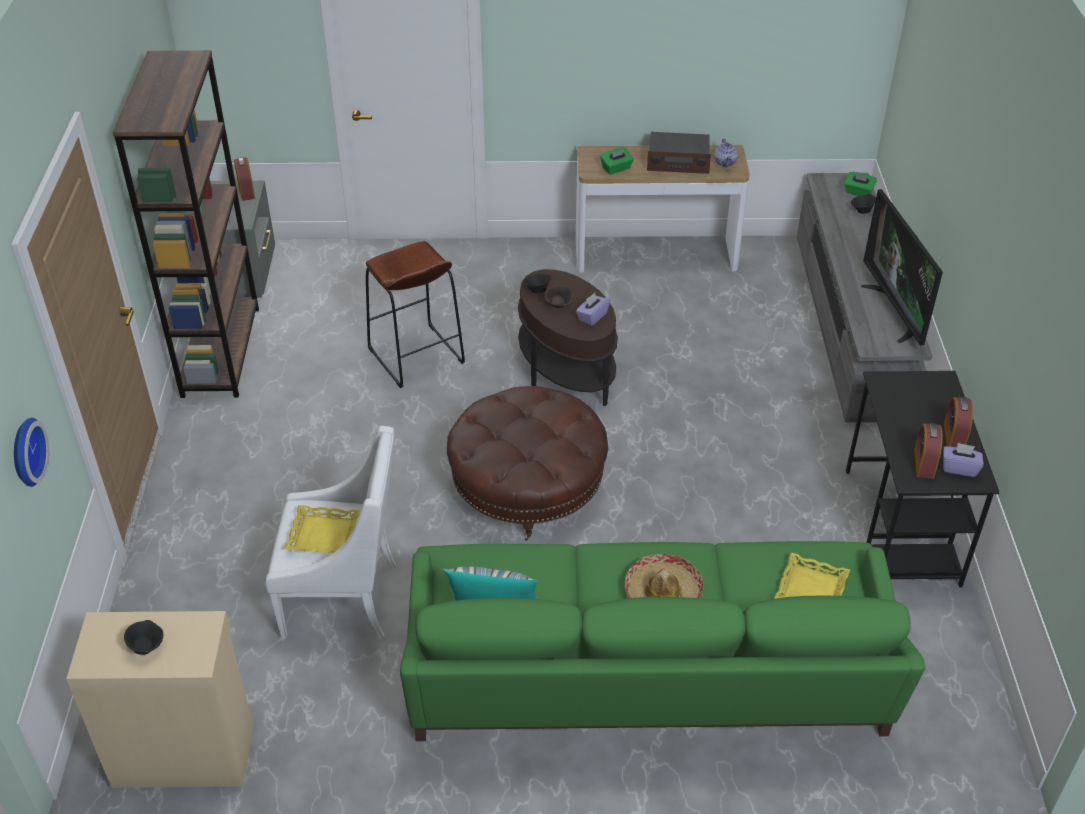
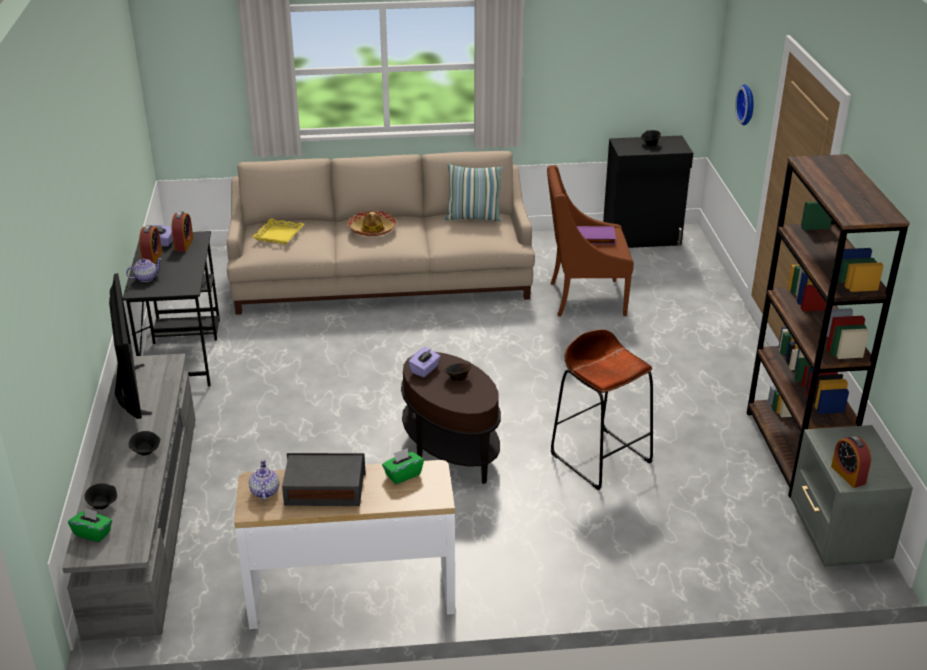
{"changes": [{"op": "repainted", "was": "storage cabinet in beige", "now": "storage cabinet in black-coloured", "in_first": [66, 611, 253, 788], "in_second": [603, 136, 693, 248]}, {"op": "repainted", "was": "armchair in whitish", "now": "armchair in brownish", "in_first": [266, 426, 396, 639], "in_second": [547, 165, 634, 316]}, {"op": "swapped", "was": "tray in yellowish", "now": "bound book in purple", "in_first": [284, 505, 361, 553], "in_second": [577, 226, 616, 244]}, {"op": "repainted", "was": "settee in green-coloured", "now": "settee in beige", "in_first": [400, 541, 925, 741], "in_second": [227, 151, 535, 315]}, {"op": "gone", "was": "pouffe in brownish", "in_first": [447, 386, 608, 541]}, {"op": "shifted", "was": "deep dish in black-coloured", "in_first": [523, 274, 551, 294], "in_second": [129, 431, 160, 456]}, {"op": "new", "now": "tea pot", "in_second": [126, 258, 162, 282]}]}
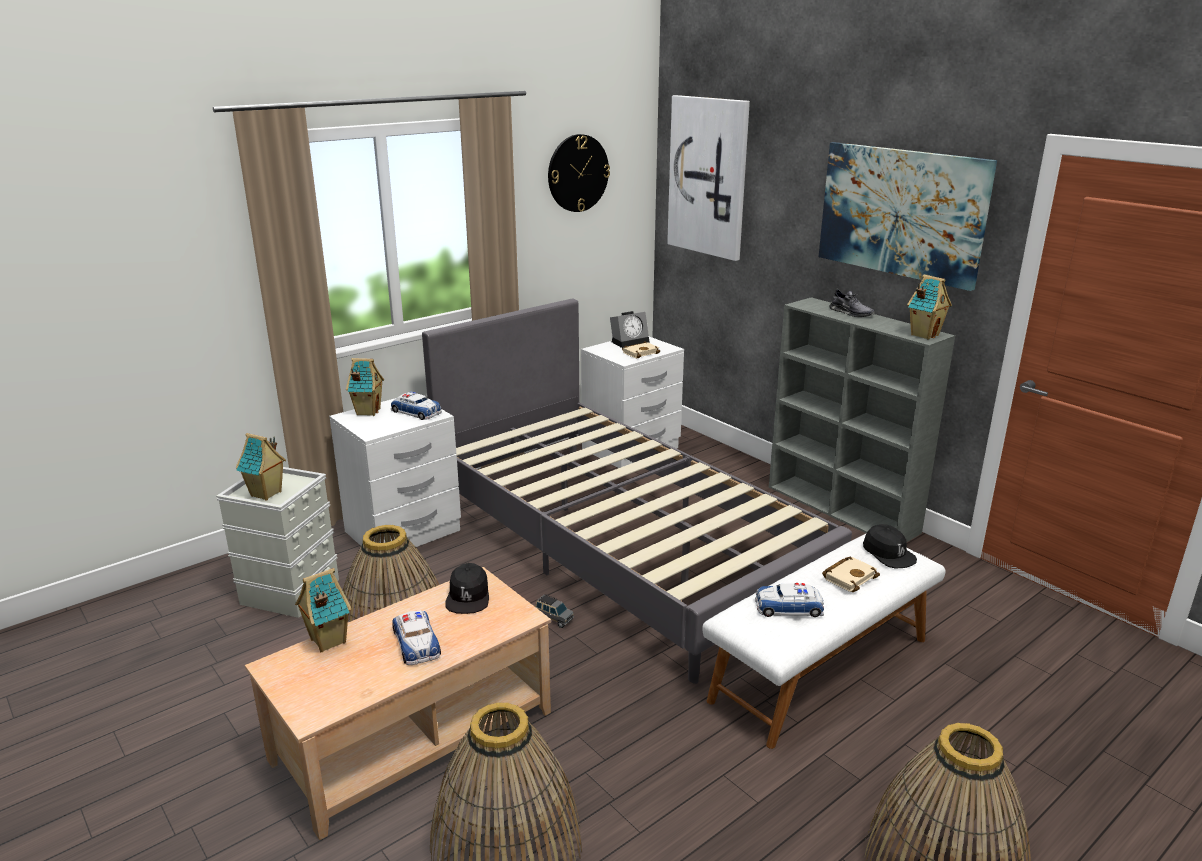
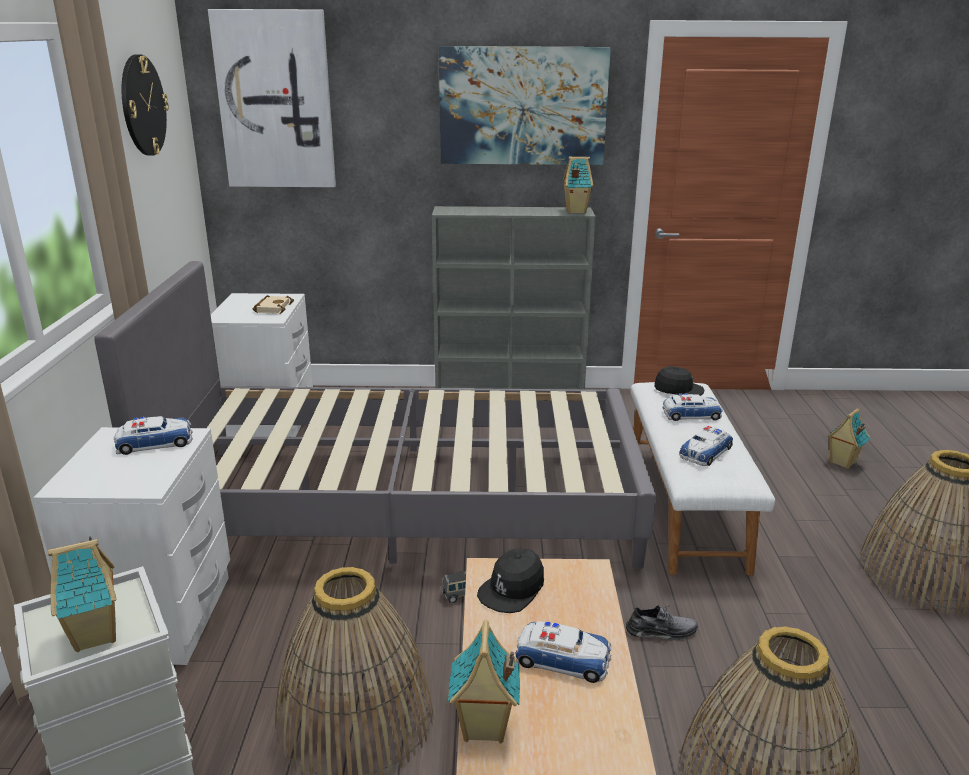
{"changes": [{"op": "shifted", "was": "toy house", "in_first": [346, 358, 384, 416], "in_second": [827, 408, 870, 469]}, {"op": "rotated", "was": "baseball cap in black-coloured", "in_first": [445, 563, 489, 614], "in_second": [477, 548, 544, 613], "clockwise": 90}, {"op": "gone", "was": "bedside clock", "in_first": [610, 311, 650, 348]}, {"op": "swapped", "was": "bound book in beige", "now": "toy car", "in_first": [822, 557, 880, 592], "in_second": [662, 393, 723, 421]}, {"op": "shifted", "was": "item of footwear in gray", "in_first": [829, 288, 875, 317], "in_second": [626, 605, 698, 640]}]}
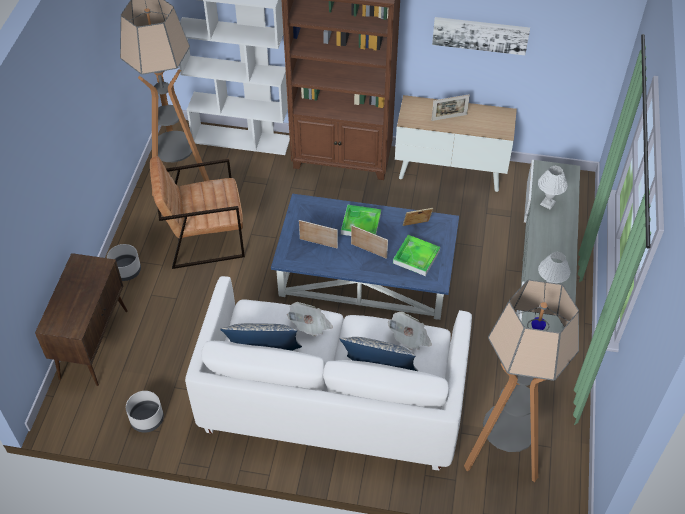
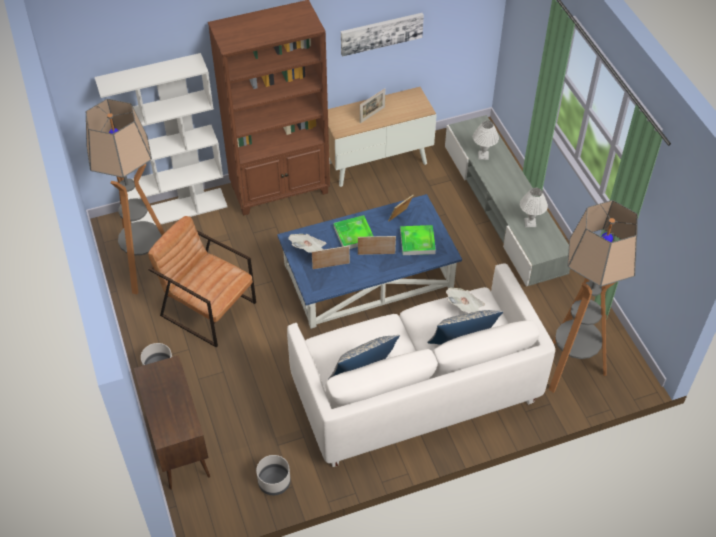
{"changes": [{"op": "rotated", "was": "armchair in brownish", "in_first": [150, 156, 245, 269], "in_second": [148, 216, 256, 347], "clockwise": 75}, {"op": "shifted", "was": "newspaper", "in_first": [287, 302, 333, 336], "in_second": [288, 234, 326, 253]}]}
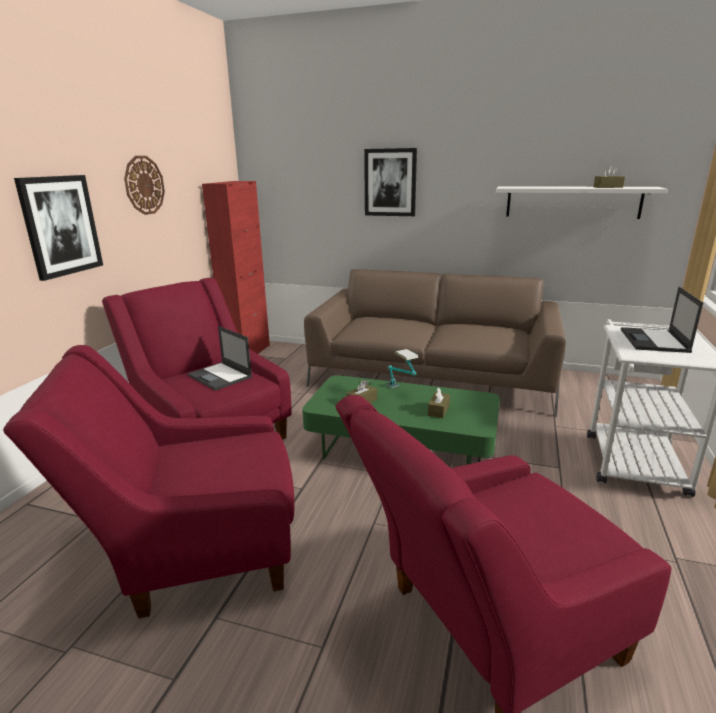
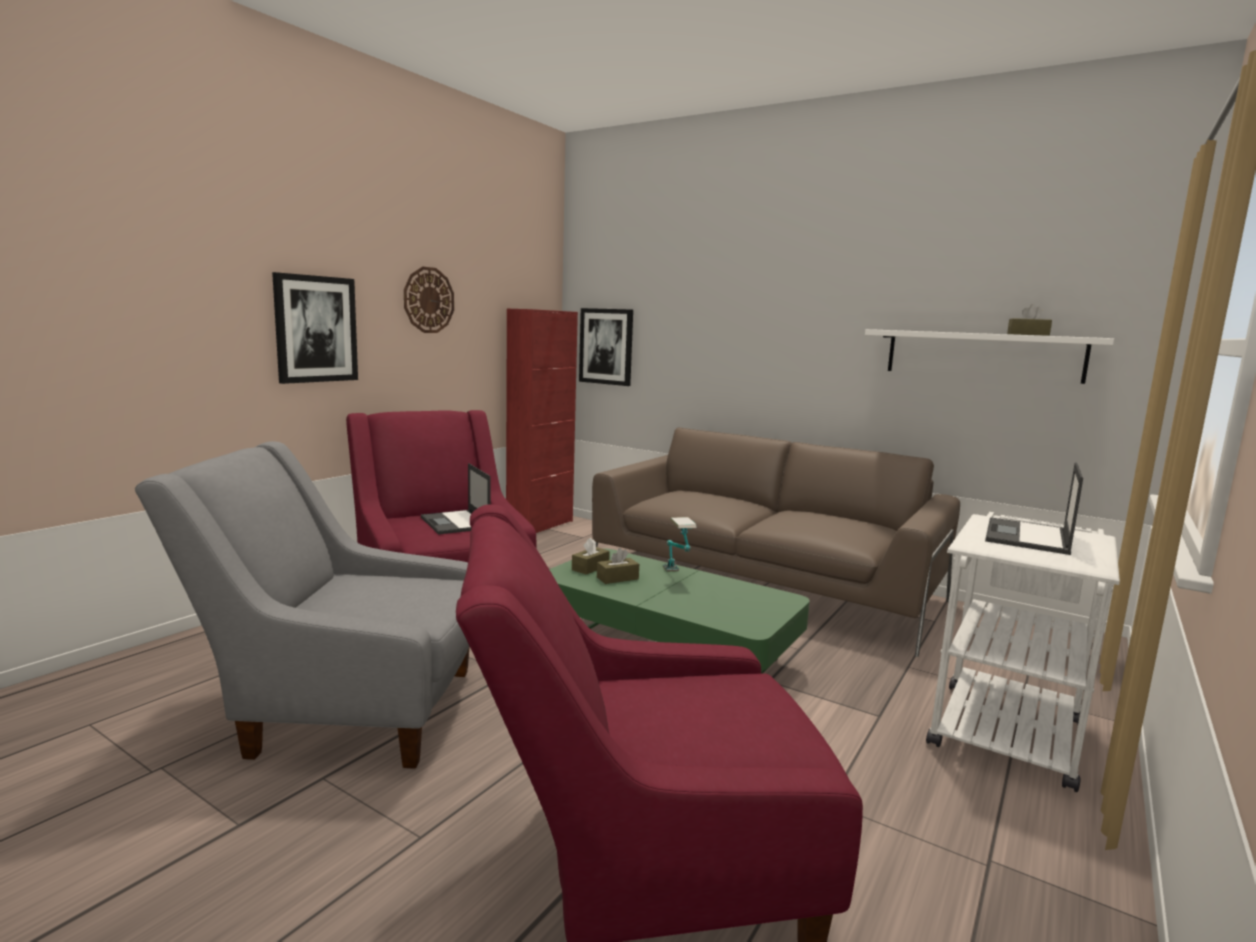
{"changes": [{"op": "repainted", "was": "armchair in reddish", "now": "armchair in gray", "in_first": [3, 345, 294, 618], "in_second": [135, 441, 470, 769]}, {"op": "shifted", "was": "wall picture", "in_first": [364, 148, 417, 216], "in_second": [579, 308, 633, 386]}, {"op": "shifted", "was": "tissue holder in brownish", "in_first": [428, 387, 450, 418], "in_second": [572, 538, 610, 575]}]}
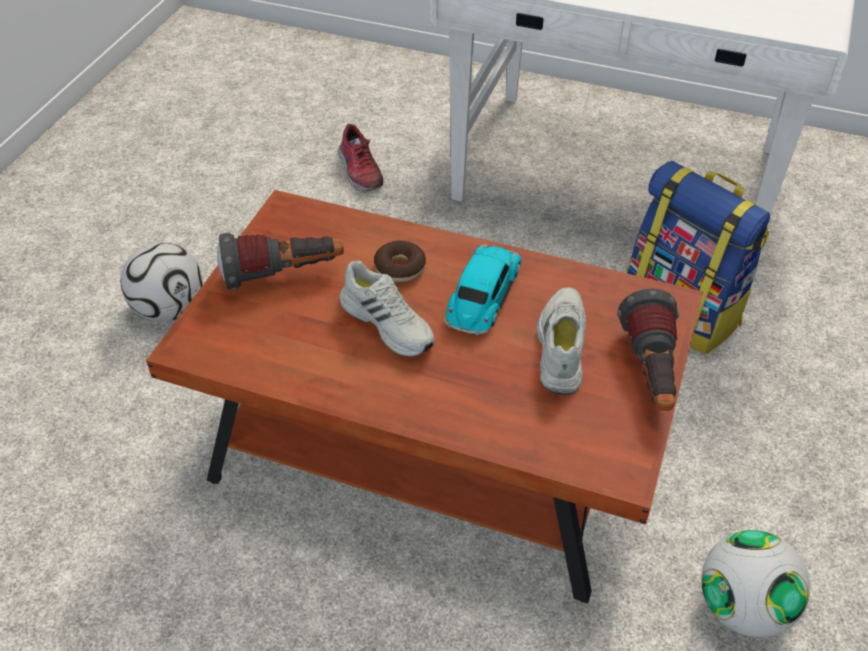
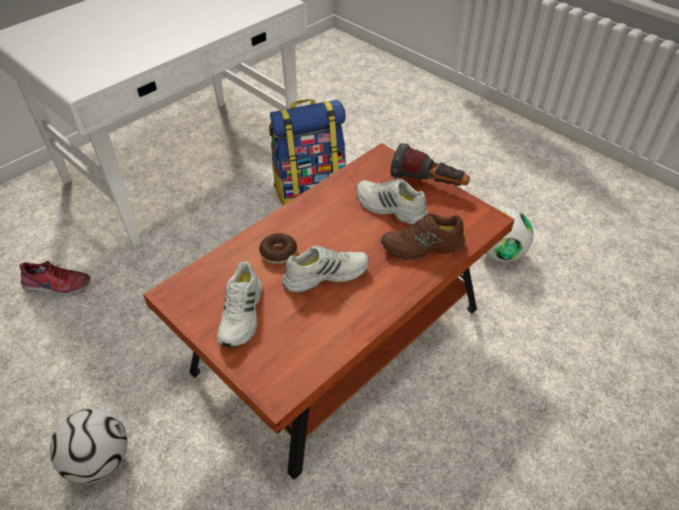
{"changes": [{"op": "swapped", "was": "flashlight", "now": "item of footwear in whitish", "in_first": [217, 232, 344, 290], "in_second": [217, 262, 262, 347]}, {"op": "gone", "was": "toy car", "in_first": [444, 244, 522, 335]}, {"op": "new", "now": "item of footwear in brownish", "in_second": [381, 213, 465, 260]}]}
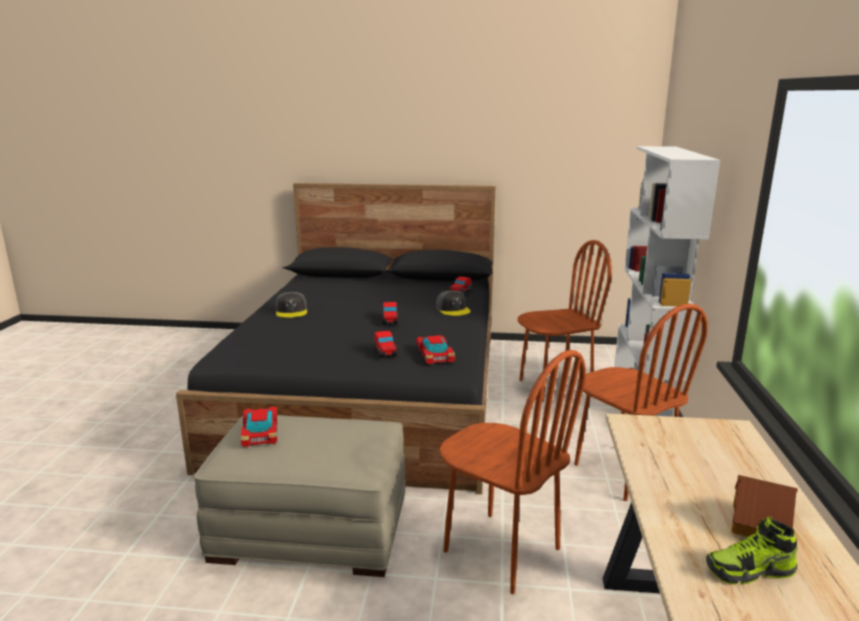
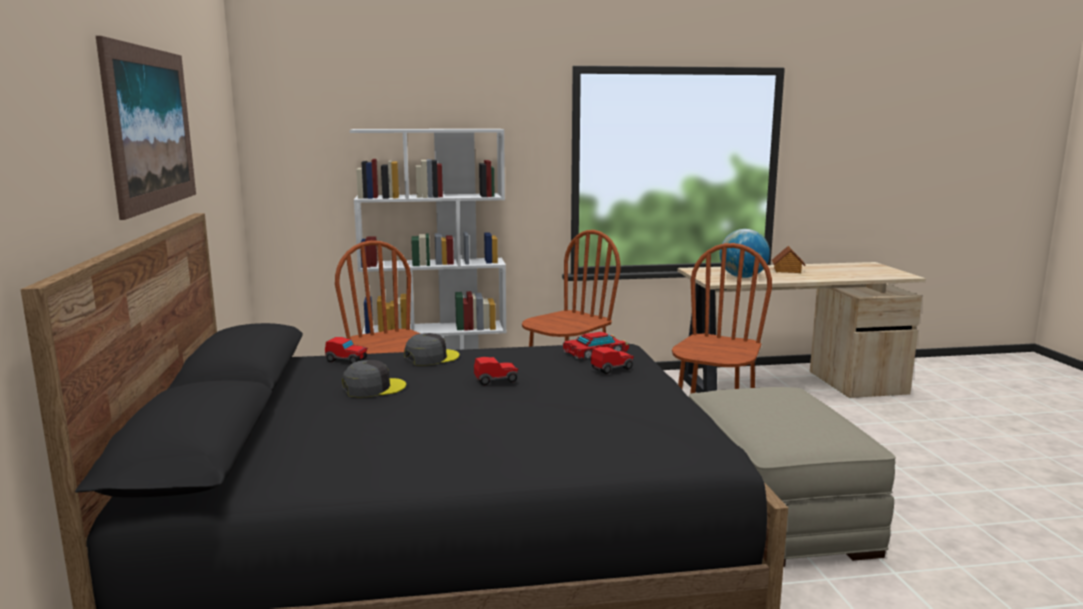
{"changes": [{"op": "gone", "was": "toy car", "in_first": [241, 406, 277, 447]}, {"op": "shifted", "was": "baseball cap in gray", "in_first": [276, 292, 307, 318], "in_second": [342, 360, 406, 398]}, {"op": "gone", "was": "item of footwear", "in_first": [706, 517, 798, 585]}, {"op": "new", "now": "wall picture", "in_second": [96, 36, 196, 220]}, {"op": "new", "now": "desk globe", "in_second": [720, 229, 770, 278]}]}
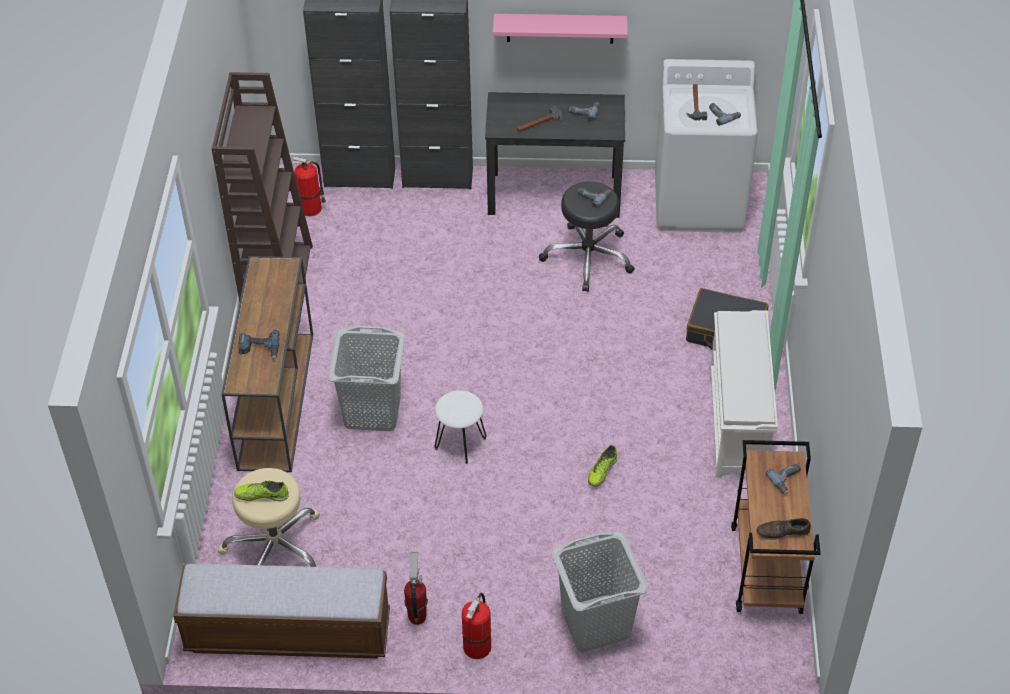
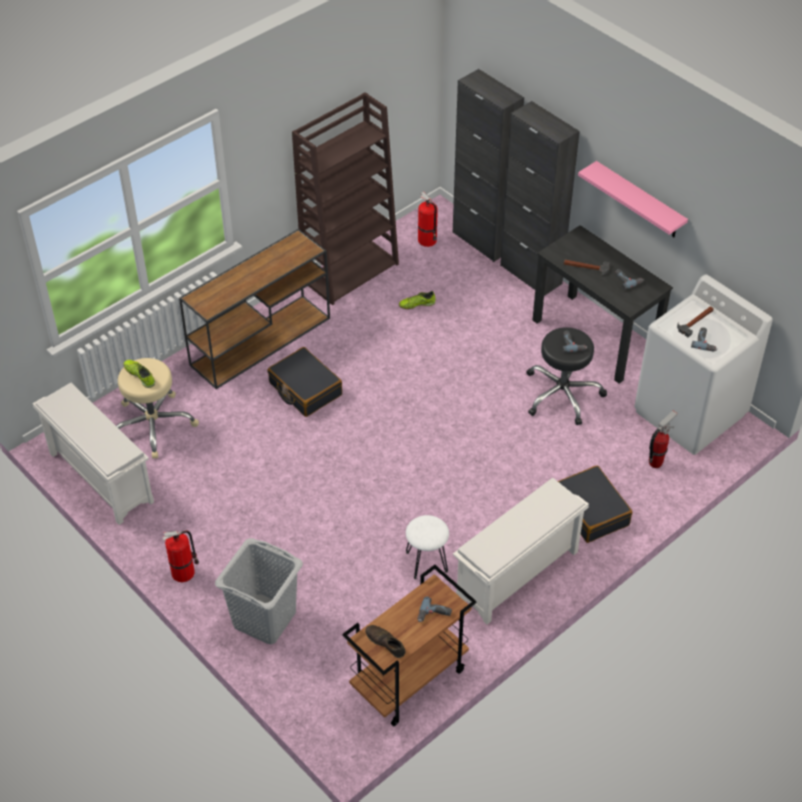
{"changes": [{"op": "swapped", "was": "long seat", "now": "shoe shelf in whitish", "in_first": [173, 564, 390, 659], "in_second": [32, 383, 154, 525]}, {"op": "gone", "was": "electric drill", "in_first": [238, 330, 280, 360]}, {"op": "swapped", "was": "laundry basket in gray", "now": "piece of luggage in black-coloured", "in_first": [328, 326, 405, 431], "in_second": [268, 347, 342, 417]}, {"op": "shifted", "was": "fire extinguisher", "in_first": [404, 552, 428, 625], "in_second": [649, 410, 678, 468]}, {"op": "shifted", "was": "stool seat in whitish", "in_first": [434, 390, 486, 464], "in_second": [406, 515, 449, 579]}, {"op": "shifted", "was": "item of footwear", "in_first": [588, 445, 617, 487], "in_second": [399, 291, 435, 309]}]}
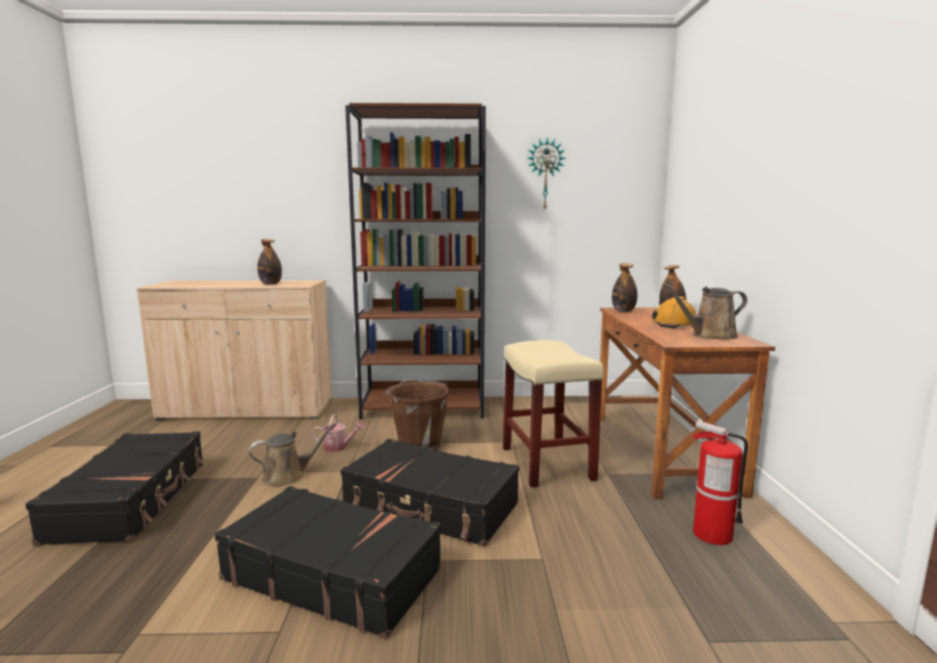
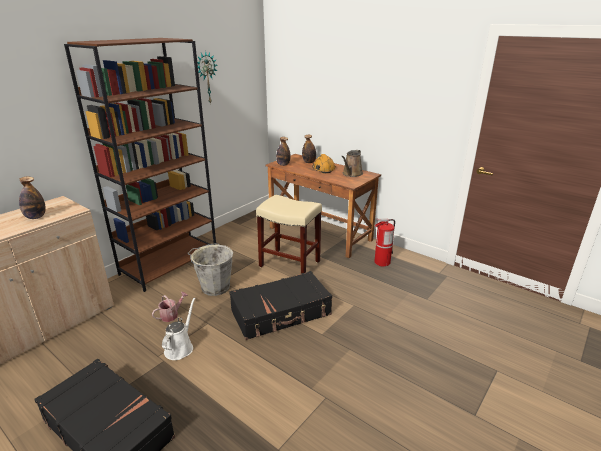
{"changes": [{"op": "gone", "was": "piece of luggage in black-coloured", "in_first": [215, 486, 441, 639]}, {"op": "repainted", "was": "watering pot in brownish", "now": "watering pot in whitish", "in_first": [249, 421, 338, 486], "in_second": [162, 298, 195, 360]}, {"op": "repainted", "was": "pail in brownish", "now": "pail in gray", "in_first": [385, 379, 449, 450], "in_second": [187, 243, 233, 296]}]}
